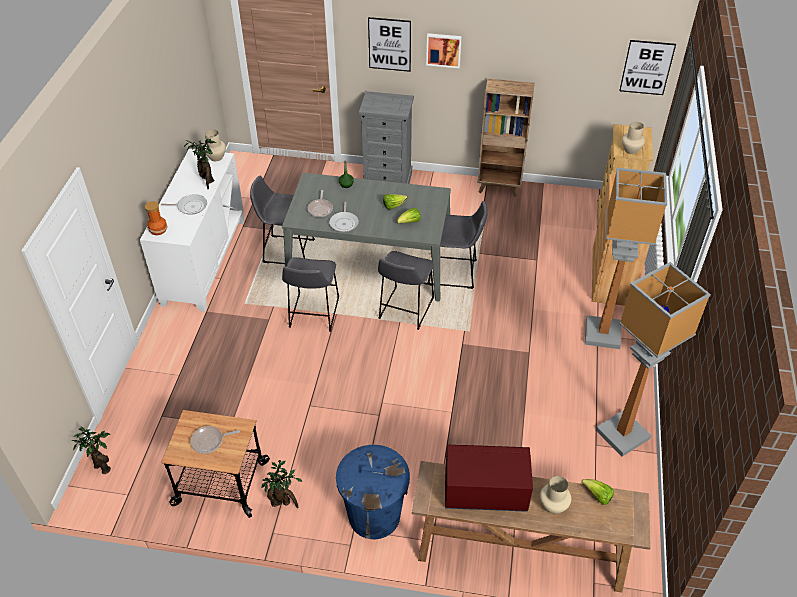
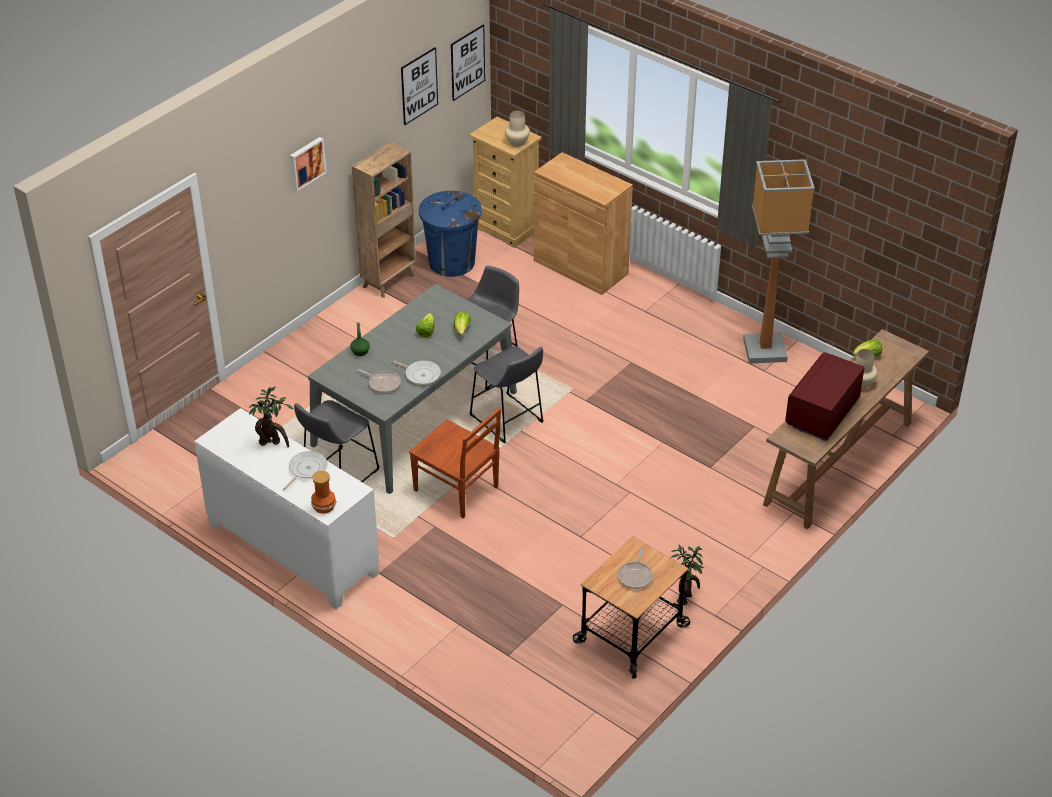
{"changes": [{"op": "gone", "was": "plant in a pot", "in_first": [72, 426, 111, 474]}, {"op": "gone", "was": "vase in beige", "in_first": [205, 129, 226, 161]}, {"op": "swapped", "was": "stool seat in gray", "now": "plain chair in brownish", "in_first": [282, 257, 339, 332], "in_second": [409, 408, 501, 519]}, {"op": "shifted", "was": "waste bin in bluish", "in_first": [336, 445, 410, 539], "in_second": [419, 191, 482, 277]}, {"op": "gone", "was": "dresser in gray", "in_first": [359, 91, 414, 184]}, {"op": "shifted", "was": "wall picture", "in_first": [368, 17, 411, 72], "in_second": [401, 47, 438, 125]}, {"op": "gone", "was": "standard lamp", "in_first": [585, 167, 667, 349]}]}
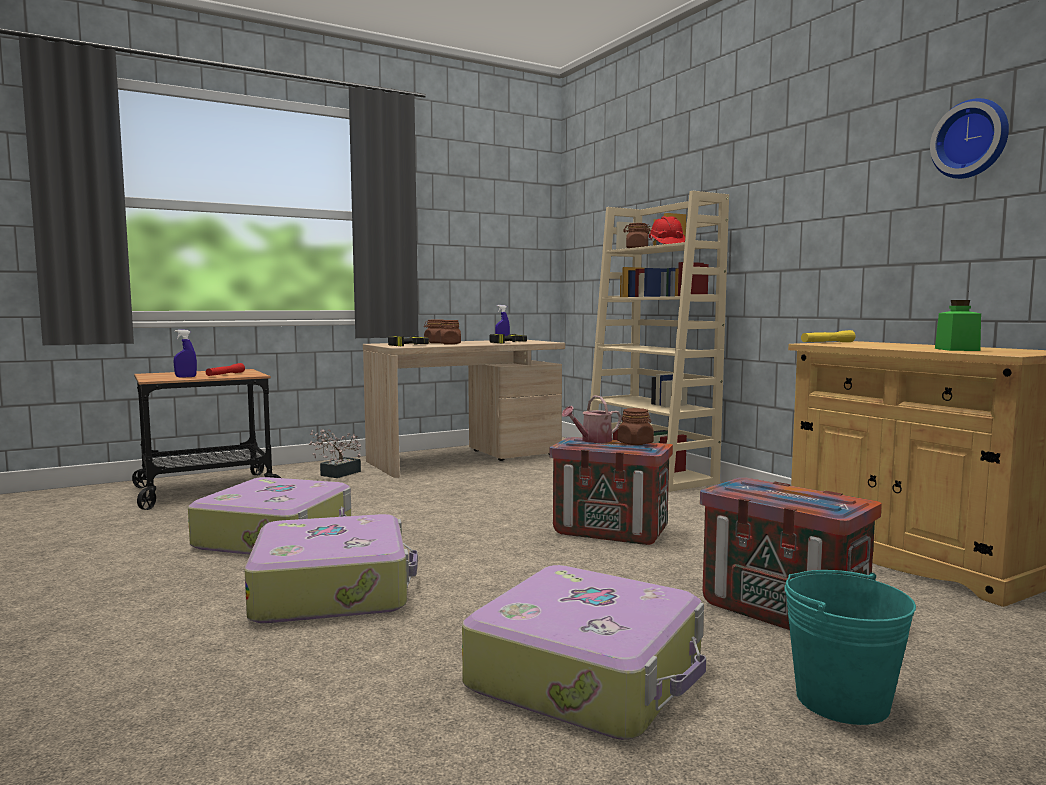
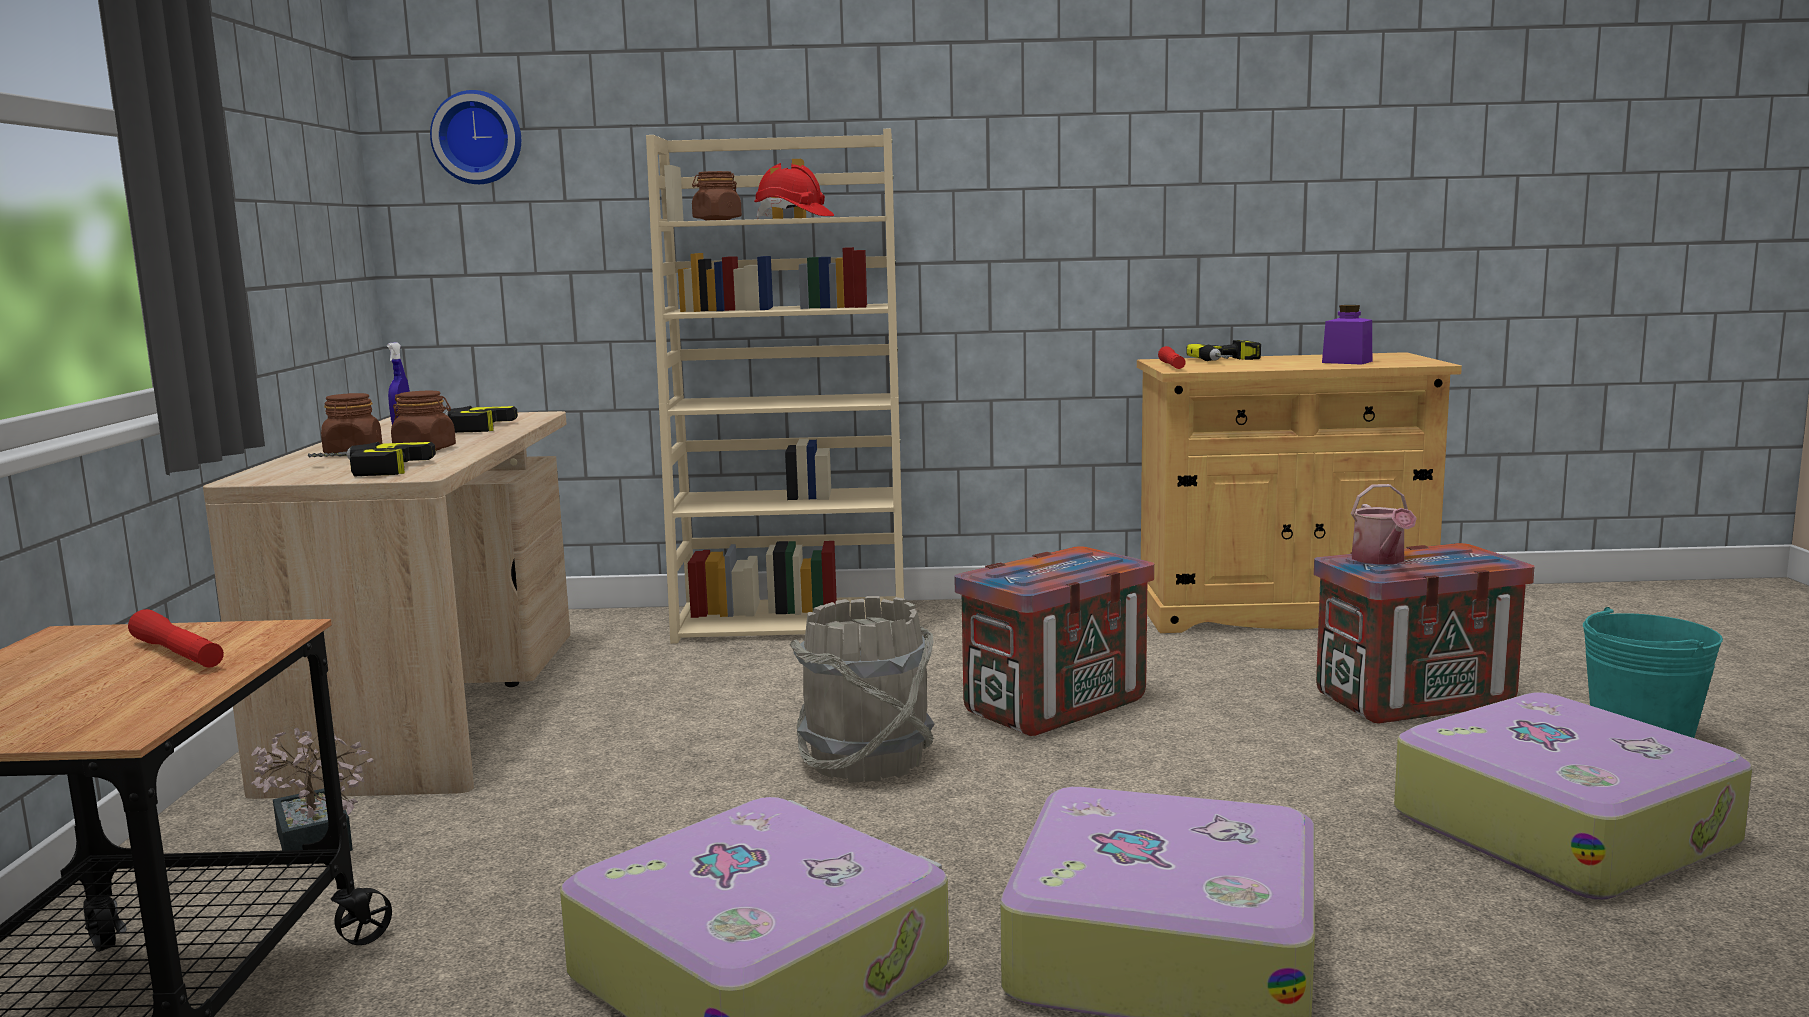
{"changes": [{"op": "gone", "was": "hand sprayer in bluish", "in_first": [173, 330, 197, 378]}, {"op": "shifted", "was": "watering pot", "in_first": [561, 395, 622, 443], "in_second": [1351, 484, 1417, 565]}, {"op": "gone", "was": "storage jar in brownish", "in_first": [618, 408, 654, 445]}, {"op": "repainted", "was": "flashlight in yellowish", "now": "flashlight in reddish", "in_first": [801, 330, 856, 342], "in_second": [1158, 346, 1186, 369]}, {"op": "shifted", "was": "wall clock", "in_first": [930, 98, 1009, 179], "in_second": [430, 90, 521, 184]}, {"op": "repainted", "was": "storage jar in green-coloured", "now": "storage jar in purple", "in_first": [935, 300, 981, 351], "in_second": [1322, 305, 1372, 365]}, {"op": "new", "now": "pail in gray", "in_second": [789, 596, 935, 783]}, {"op": "new", "now": "electric drill", "in_second": [1187, 340, 1261, 361]}]}
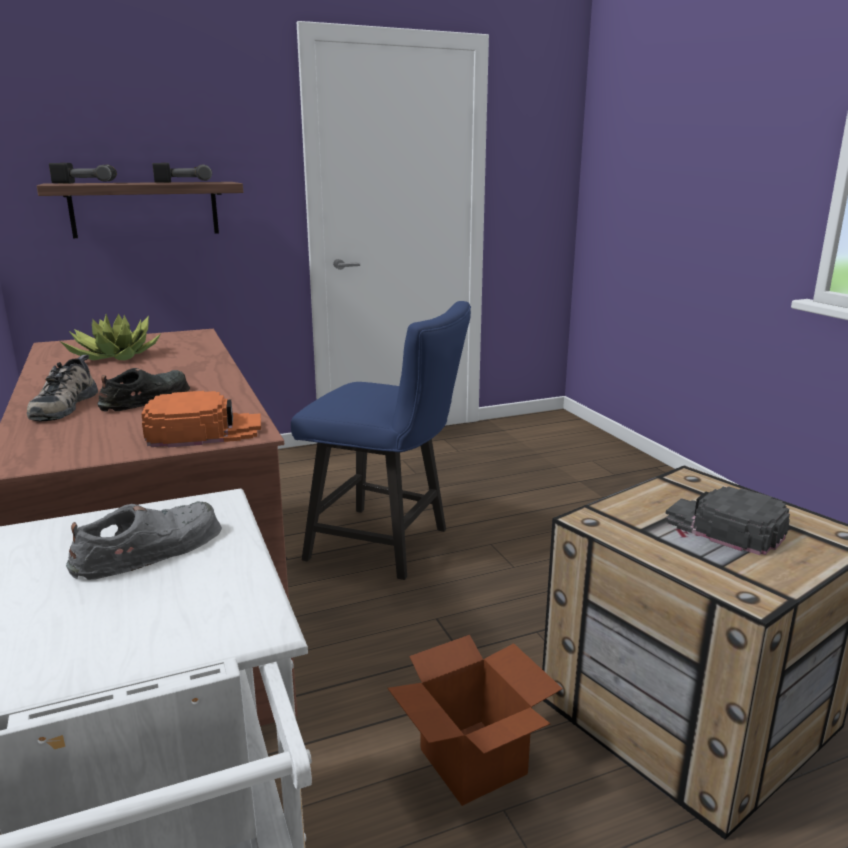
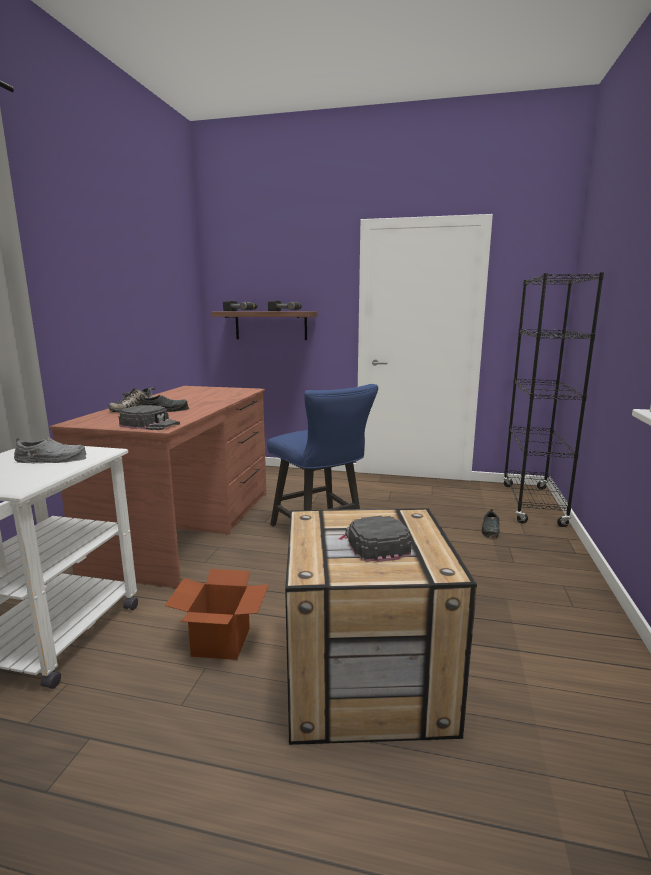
{"changes": [{"op": "gone", "was": "plant in a pot", "in_first": [60, 314, 161, 360]}, {"op": "repainted", "was": "baseball cap in orange-coloured", "now": "baseball cap in black-coloured", "in_first": [141, 391, 261, 448], "in_second": [119, 405, 180, 430]}, {"op": "new", "now": "item of footwear in black-coloured", "in_second": [481, 509, 500, 538]}, {"op": "new", "now": "bookshelf in black-coloured", "in_second": [503, 272, 604, 527]}]}
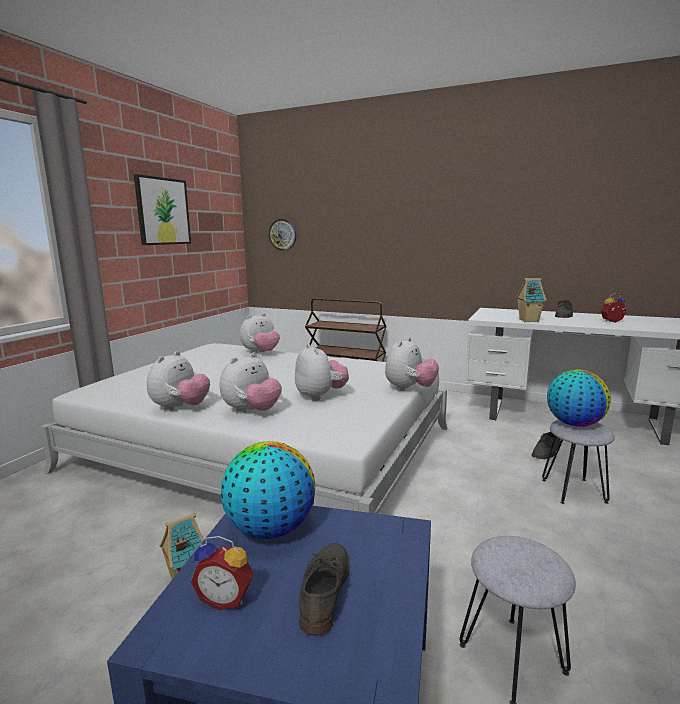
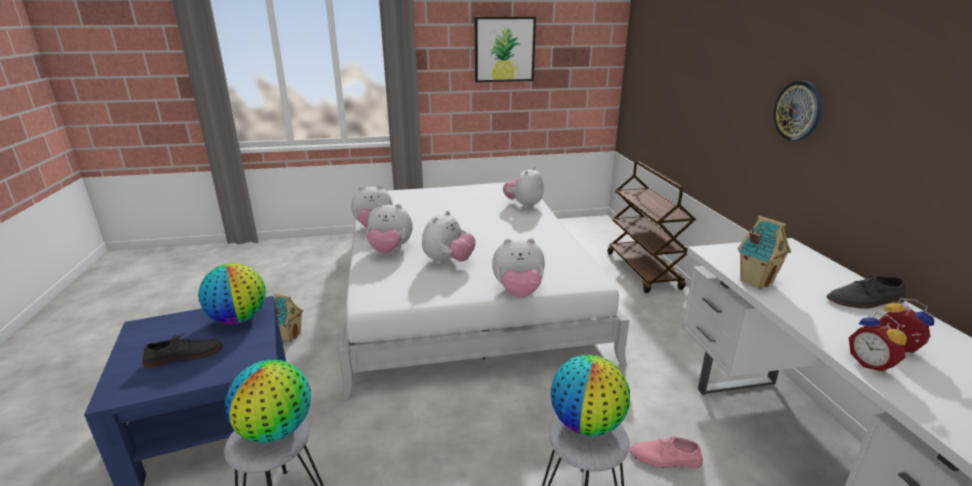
{"changes": [{"op": "shifted", "was": "bedside clock", "in_first": [191, 536, 253, 610], "in_second": [849, 312, 907, 374]}, {"op": "rotated", "was": "cuddly toy", "in_first": [240, 313, 280, 353], "in_second": [503, 167, 544, 209], "clockwise": 105}, {"op": "shifted", "was": "wall clock", "in_first": [268, 219, 296, 251], "in_second": [773, 81, 822, 141]}, {"op": "repainted", "was": "item of footwear in gray", "now": "item of footwear in pink", "in_first": [532, 432, 561, 459], "in_second": [630, 436, 703, 468]}, {"op": "new", "now": "desk globe", "in_second": [225, 360, 311, 443]}]}
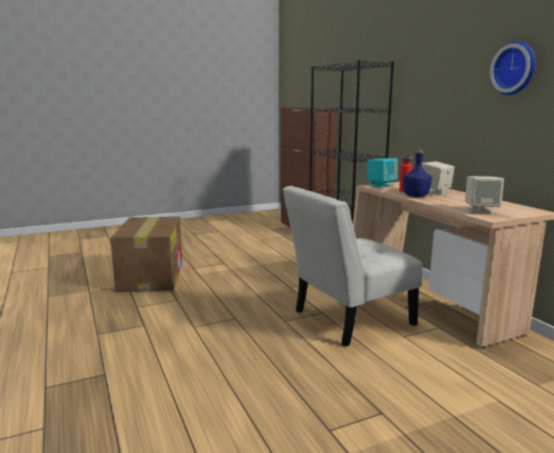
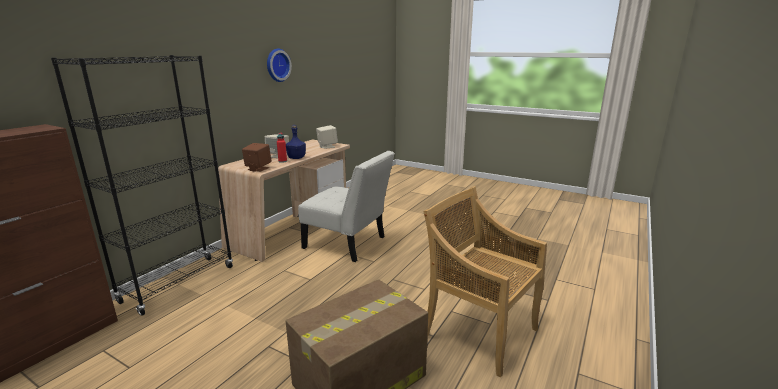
{"changes": [{"op": "repainted", "was": "audio speaker in blue-green", "now": "audio speaker in brownish", "in_first": [367, 158, 398, 188], "in_second": [242, 143, 272, 172]}, {"op": "new", "now": "plain chair in beige", "in_second": [423, 186, 547, 377]}]}
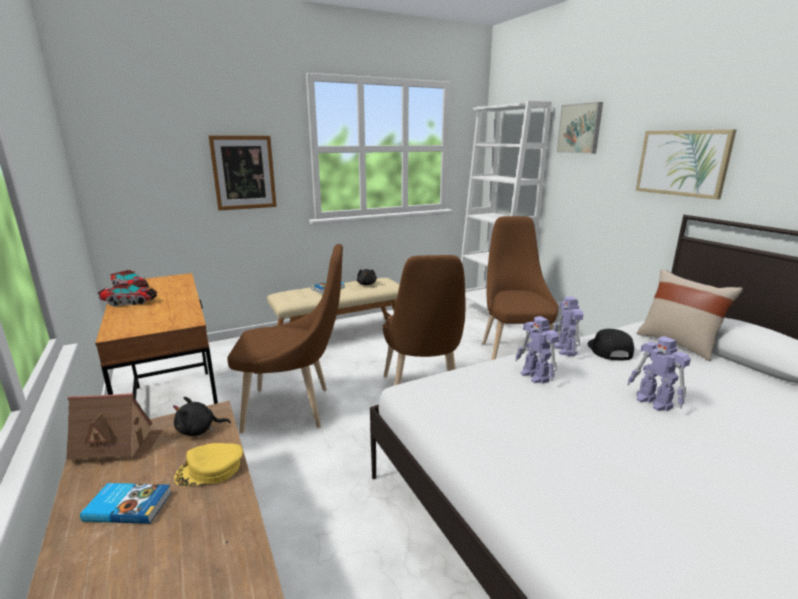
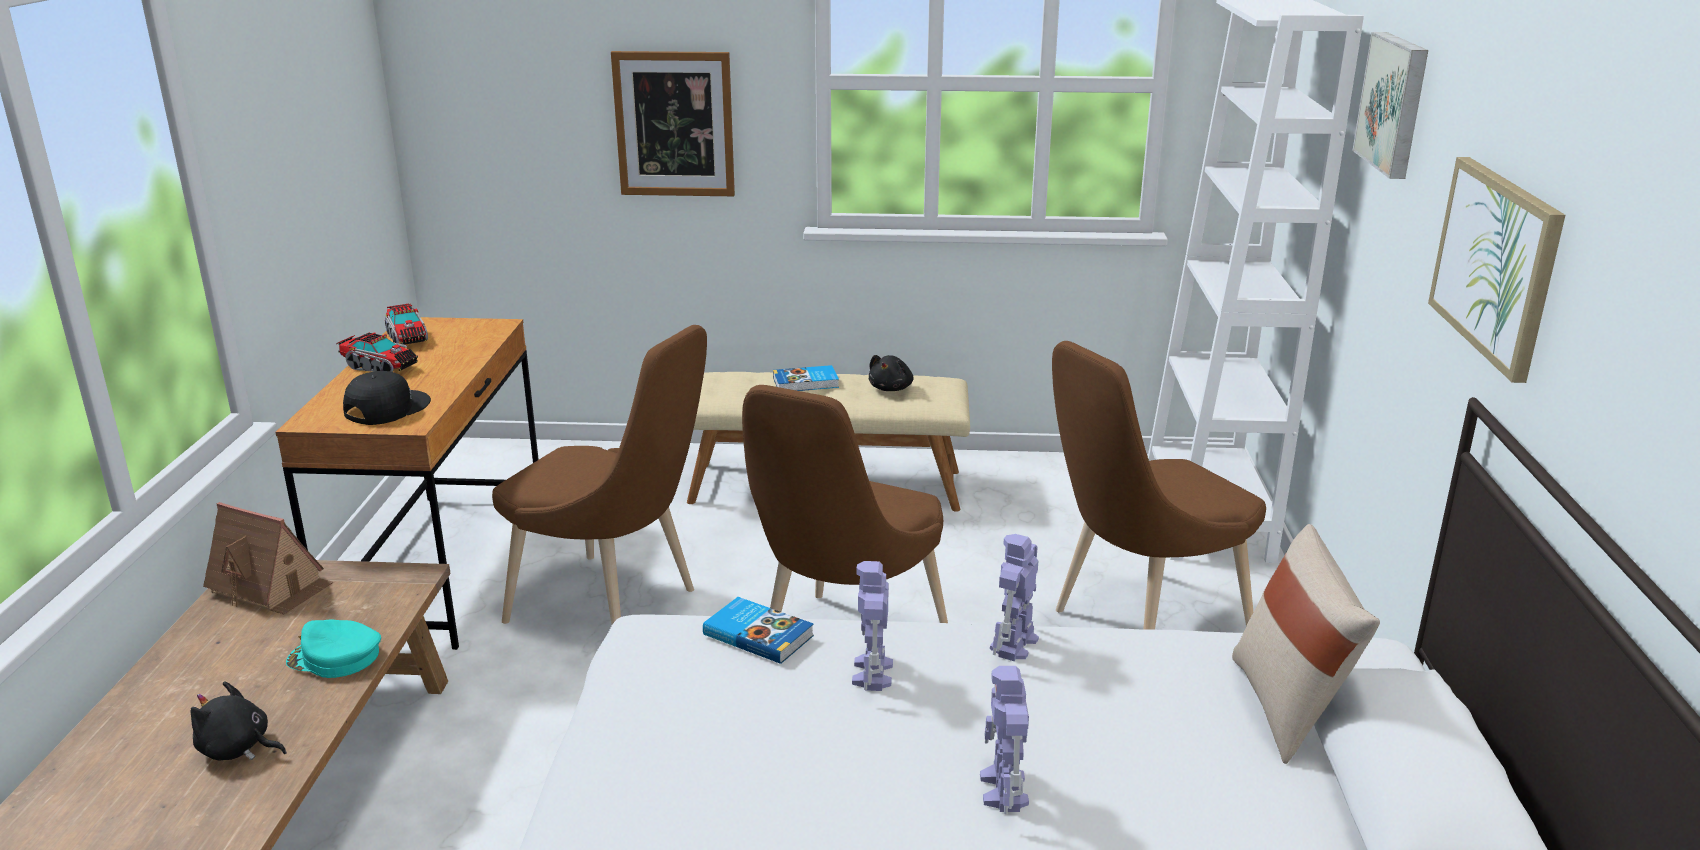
{"changes": [{"op": "shifted", "was": "bound book", "in_first": [80, 483, 172, 524], "in_second": [703, 597, 814, 664]}, {"op": "shifted", "was": "cuddly toy in black-coloured", "in_first": [173, 397, 231, 436], "in_second": [191, 682, 287, 760]}, {"op": "repainted", "was": "baseball cap in yellowish", "now": "baseball cap in blue-green", "in_first": [174, 443, 243, 486], "in_second": [286, 619, 381, 678]}, {"op": "rotated", "was": "plain chair in brownish", "in_first": [482, 216, 559, 360], "in_second": [1052, 341, 1266, 630], "clockwise": -150}, {"op": "shifted", "was": "baseball cap in black-coloured", "in_first": [588, 329, 634, 360], "in_second": [343, 371, 431, 425]}]}
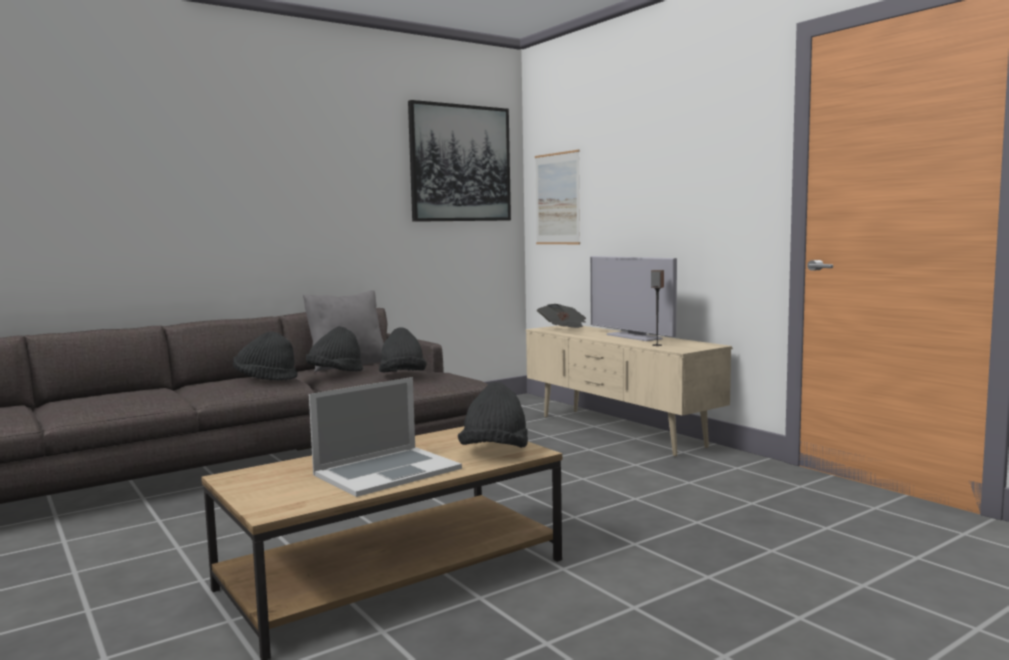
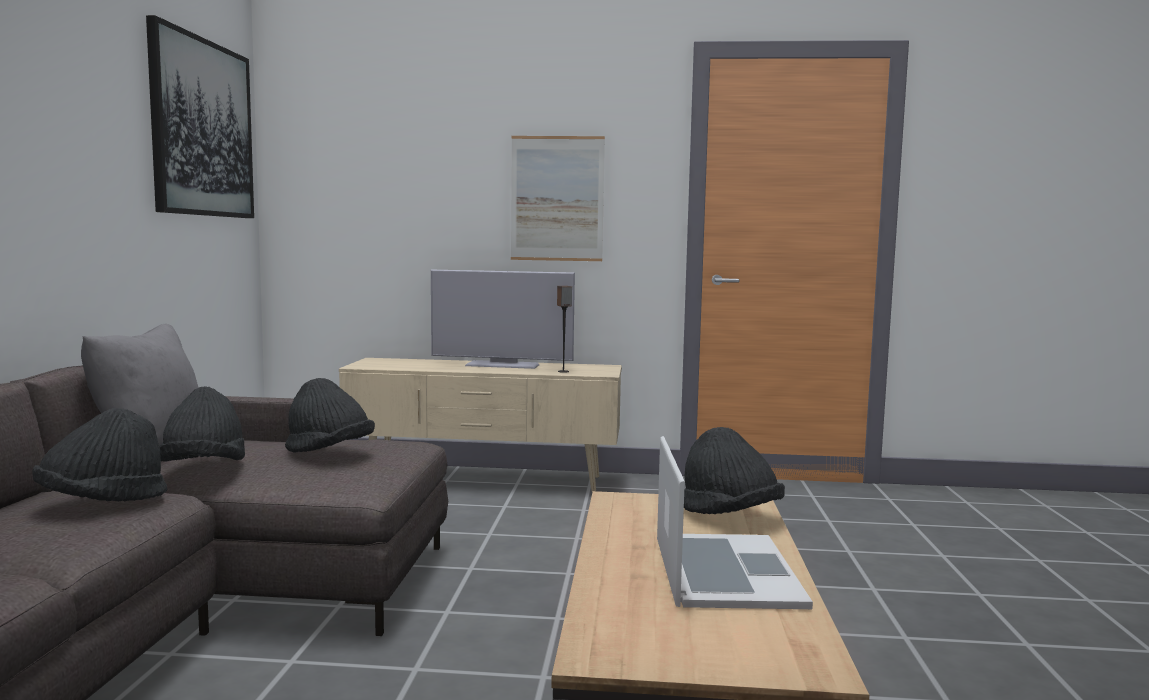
{"changes": [{"op": "shifted", "was": "wall picture", "in_first": [535, 150, 580, 244], "in_second": [511, 136, 605, 261]}, {"op": "gone", "was": "newspaper", "in_first": [537, 304, 586, 328]}]}
